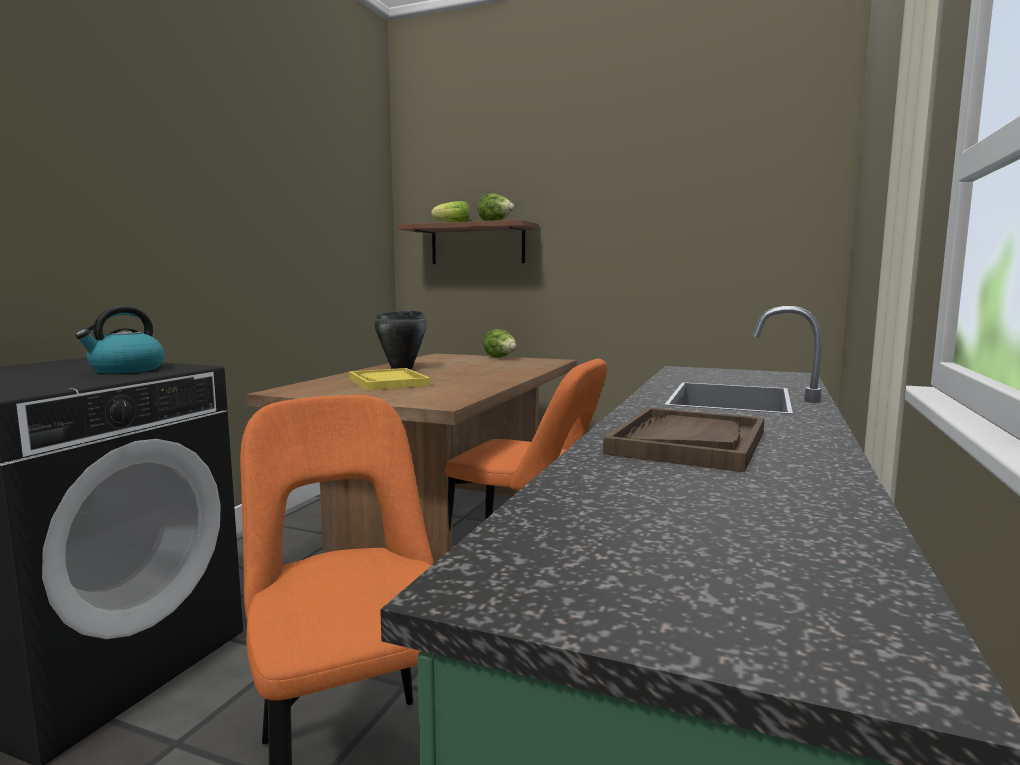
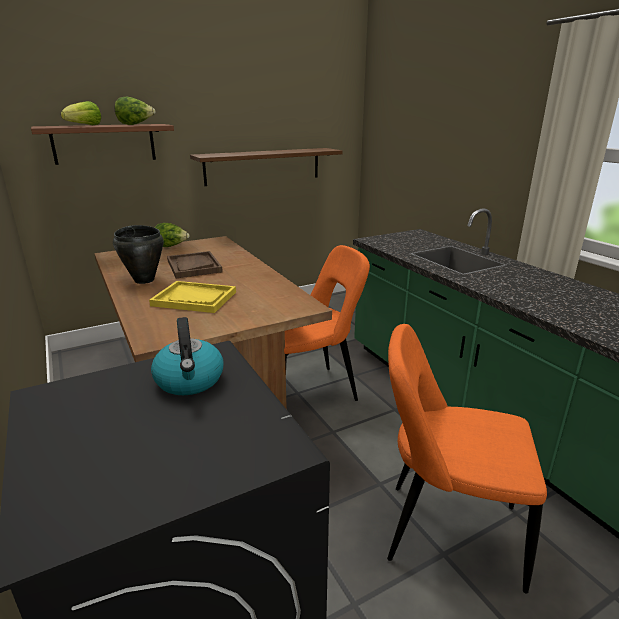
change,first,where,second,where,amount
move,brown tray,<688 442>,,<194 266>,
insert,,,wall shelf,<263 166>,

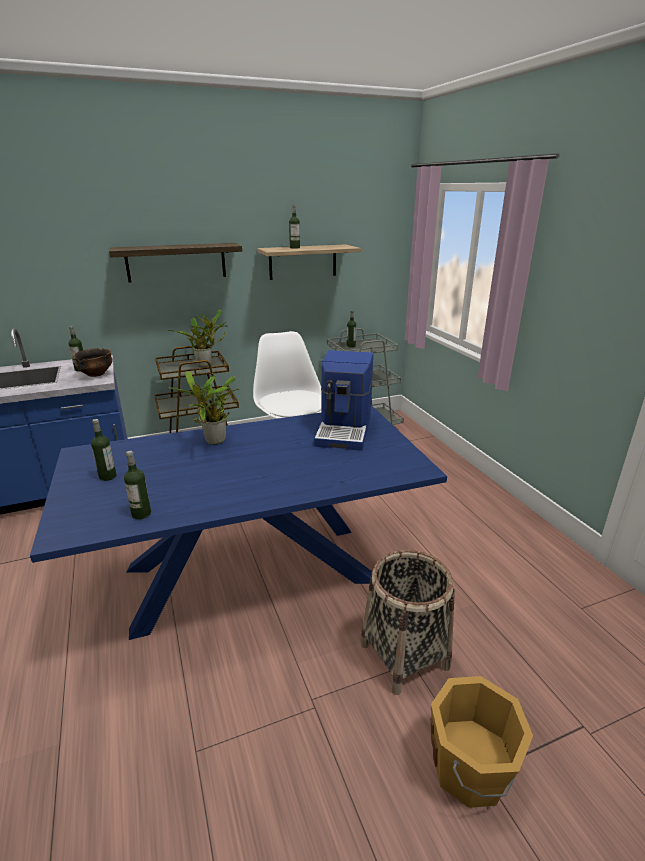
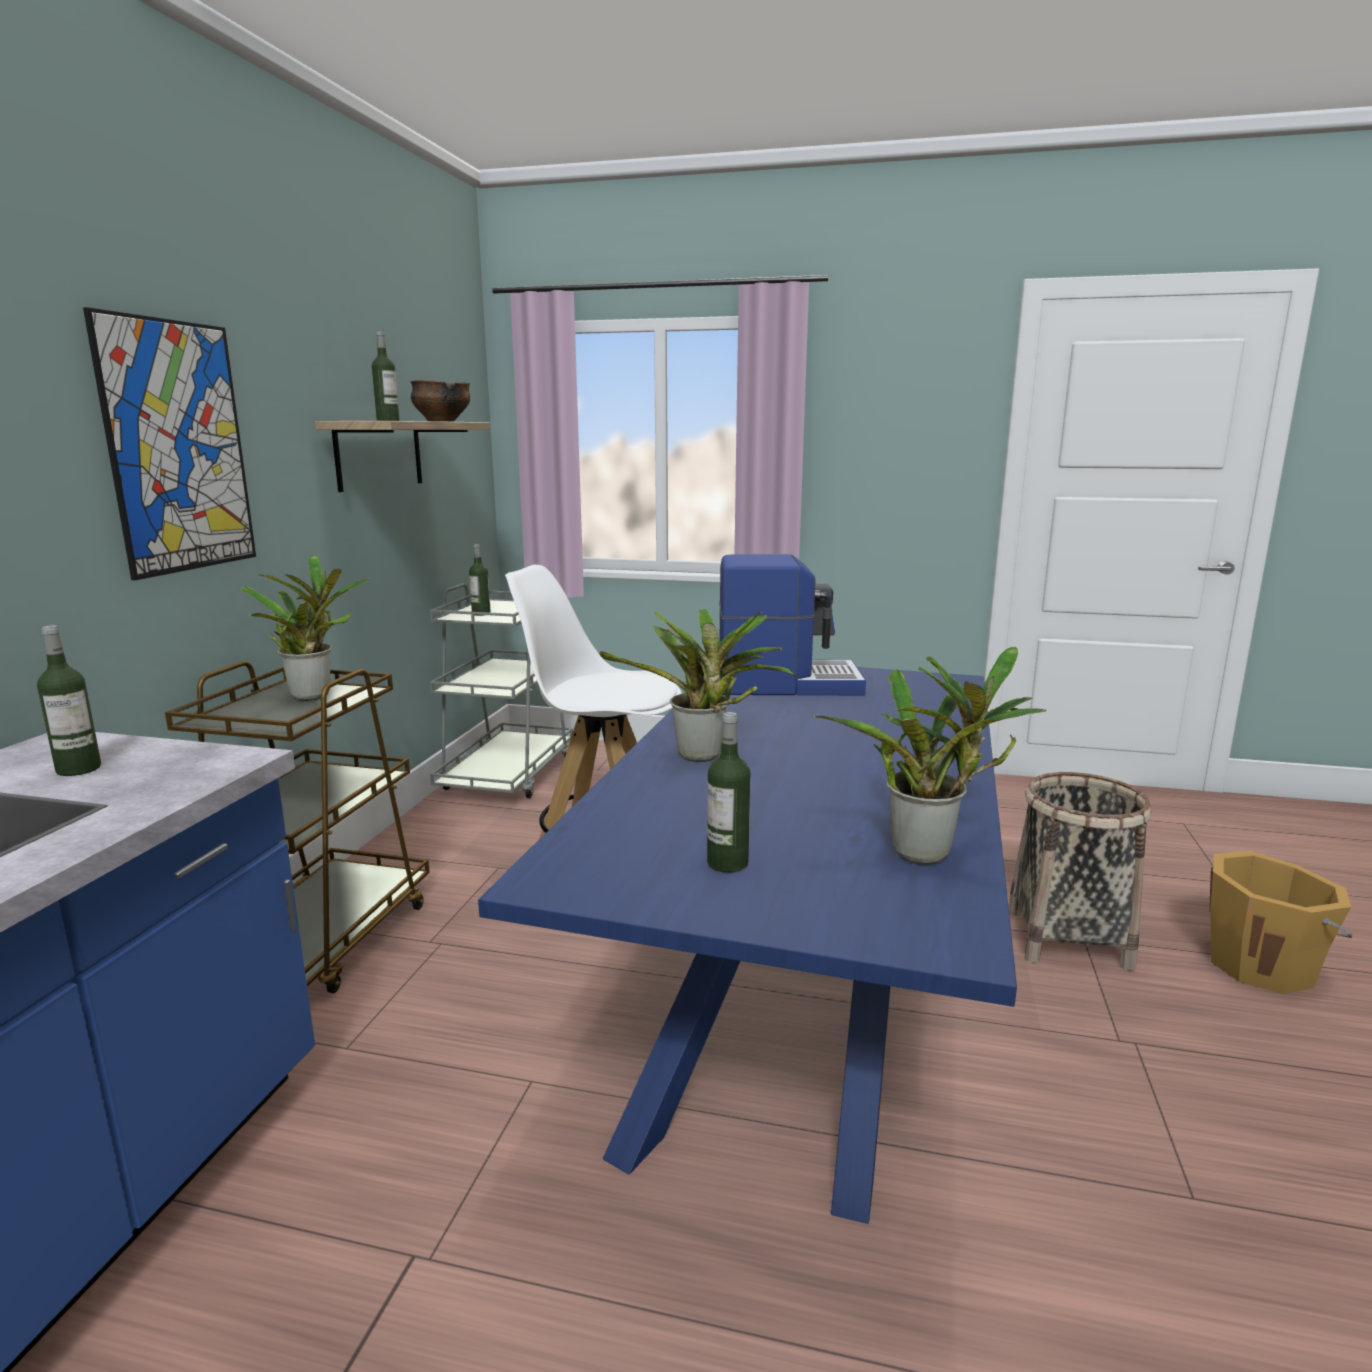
change,first,where,second,where,amount
replace,wall shelf,<176 262>,wall picture,<178 447>,
move,bowl,<96 374>,,<442 421>,
rotate,coffee maker,<345 430>,,<786 683>,45 degrees counterclockwise
replace,beverage bottle,<141 514>,plant in a pot,<929 853>,

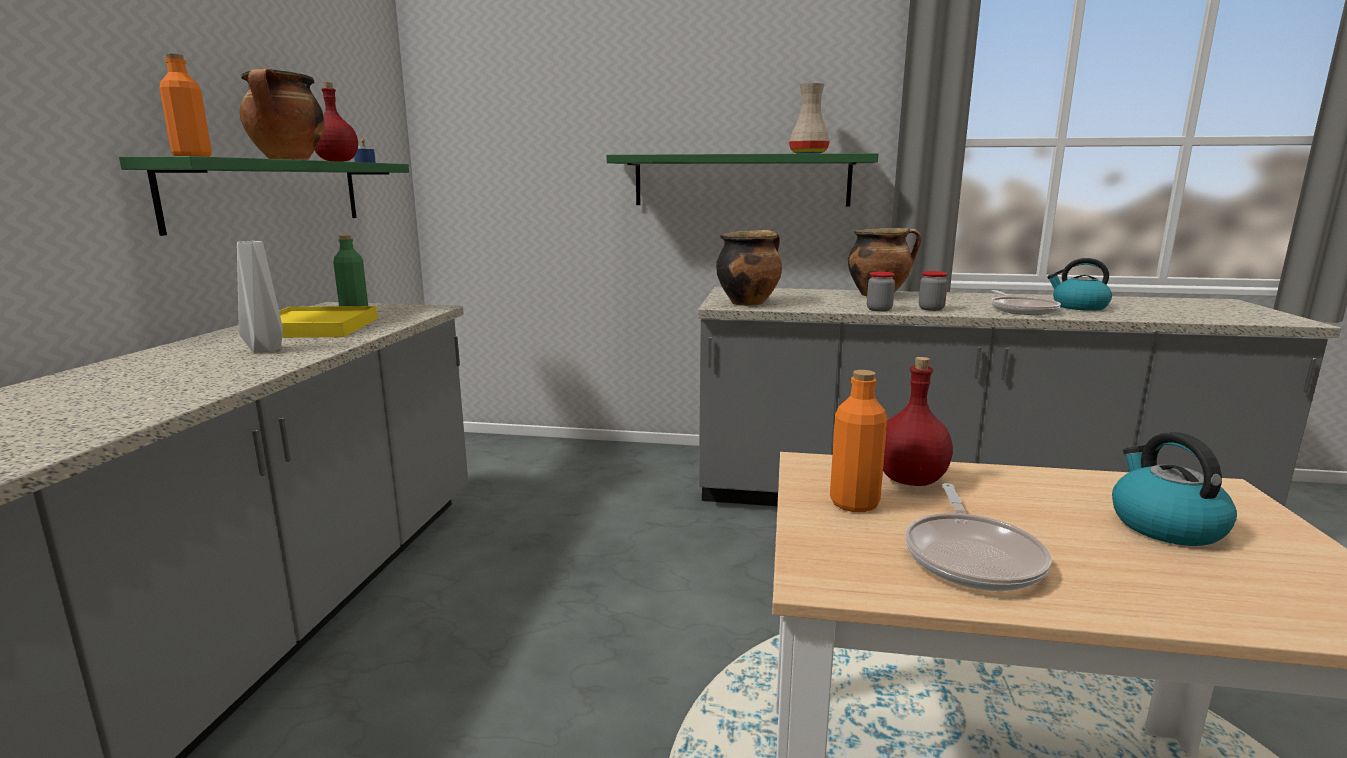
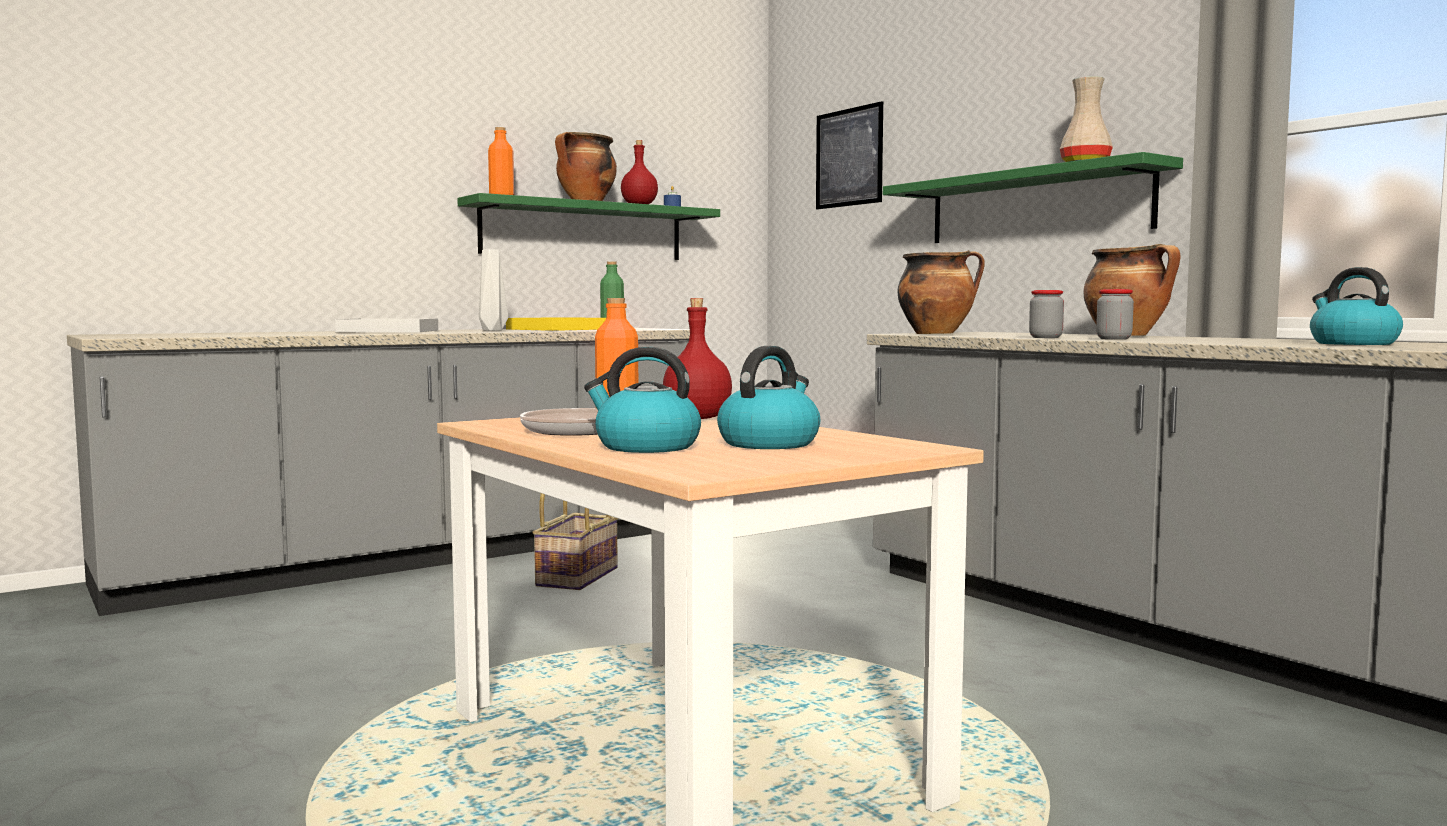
change,first,where,second,where,amount
delete,skillet,<1021 310>,,,
insert,,,wall picture,<849 157>,
insert,,,white-coloured tray,<389 331>,
insert,,,water kettle,<645 447>,
insert,,,basket,<576 577>,

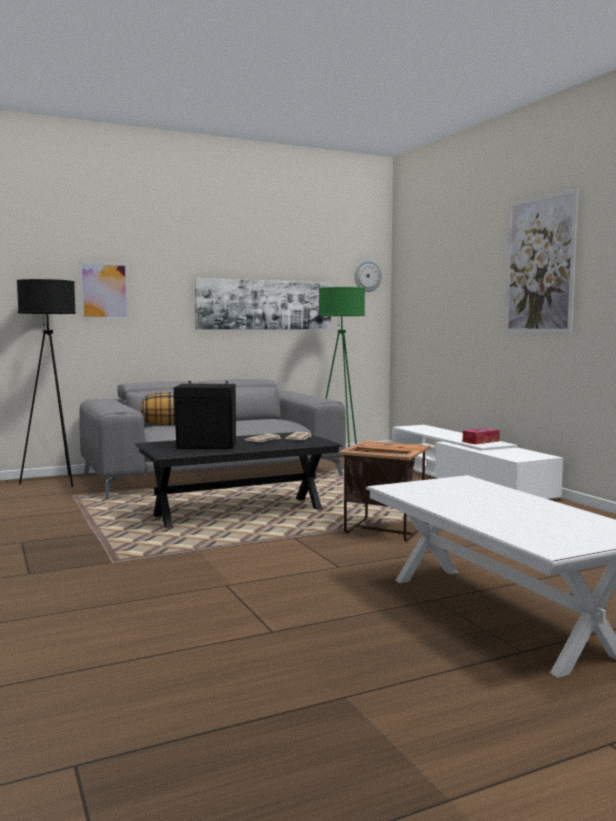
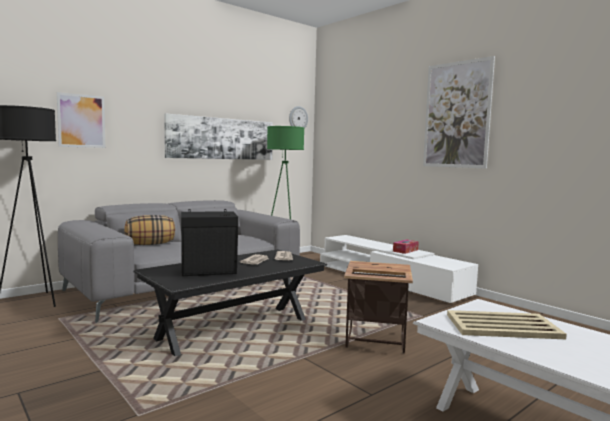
change,first,where,second,where,amount
insert,,,beige tray,<503 326>,

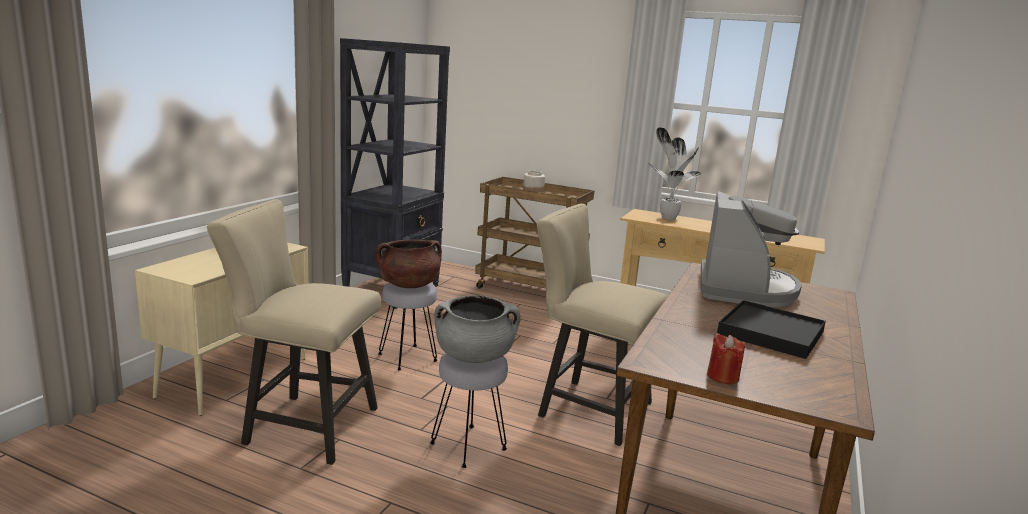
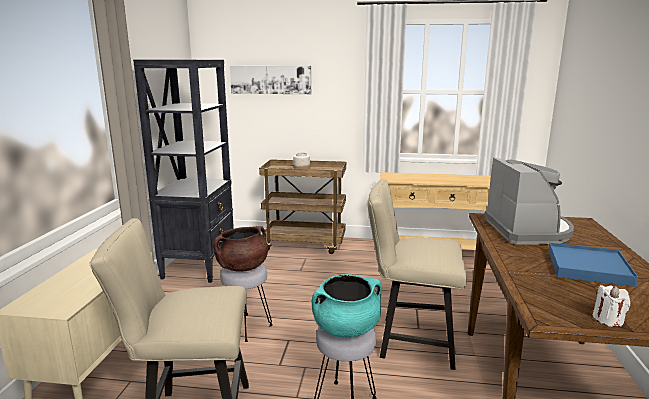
change,first,where,second,where,amount
delete,plant in a pot,<667 218>,,,
recolor,grey stockpot,<474 357>,turquoise-coloured stockpot,<346 329>,
recolor,blackish tray,<770 333>,blue-coloured tray,<588 267>,
recolor,red-coloured wax candle,<722 377>,white-coloured wax candle,<608 320>,
insert,,,wall picture,<271 79>,

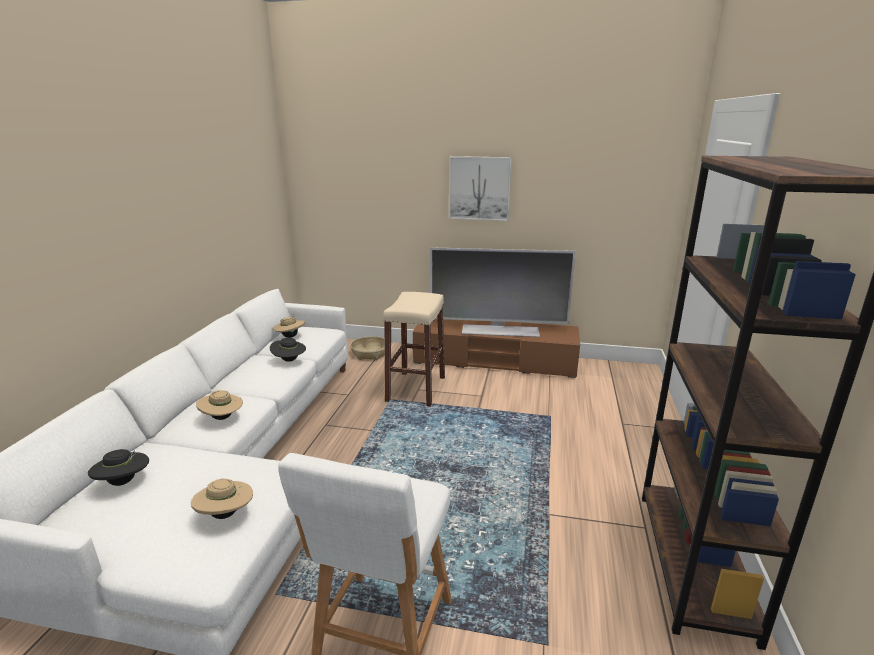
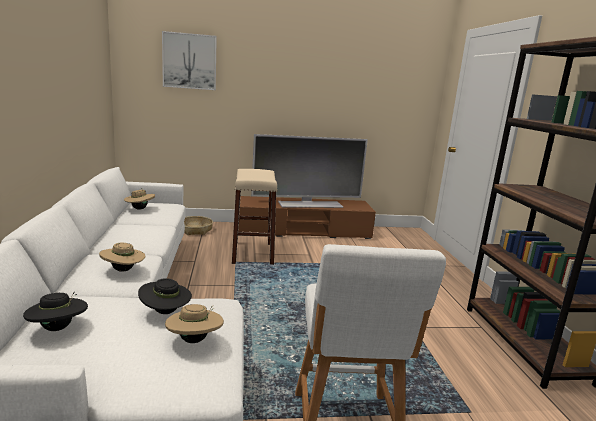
change,first,where,second,where,amount
move,wall picture,<479 188>,,<189 61>,
move,blackish hat,<289 360>,,<165 312>,

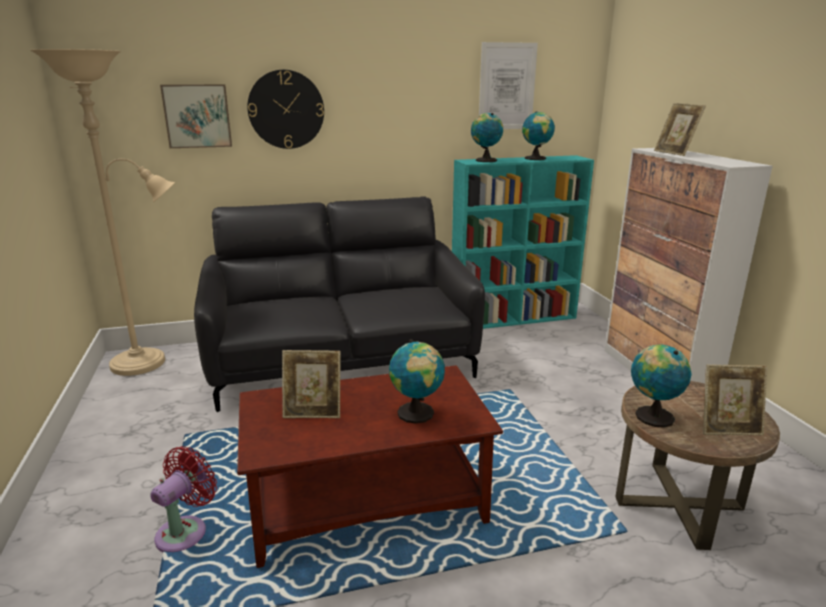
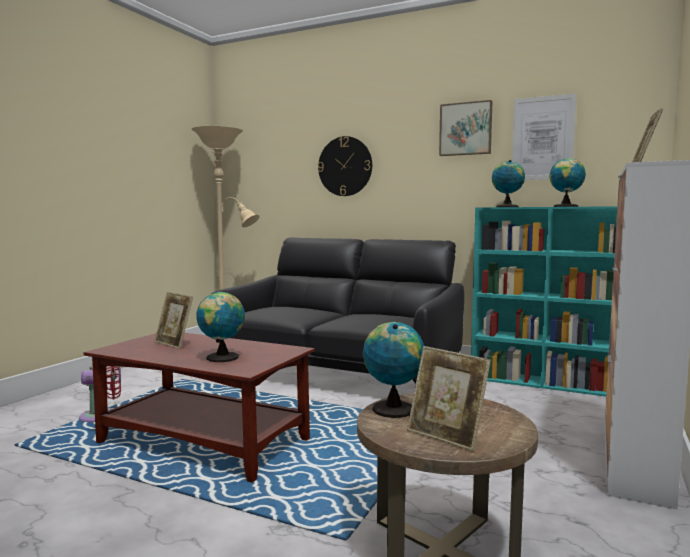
change,first,where,second,where,amount
move,wall picture,<197 116>,,<465 129>,

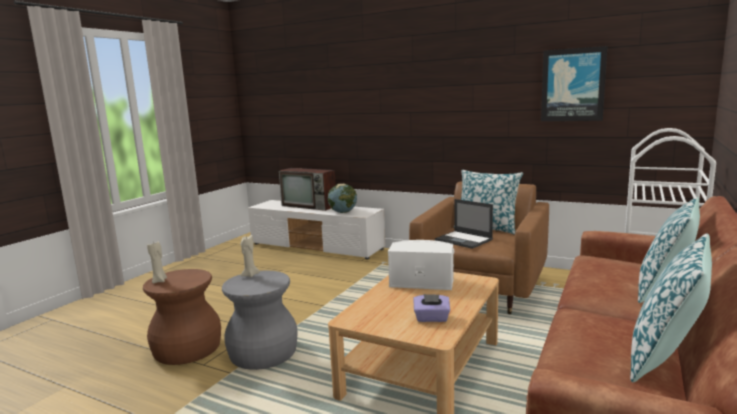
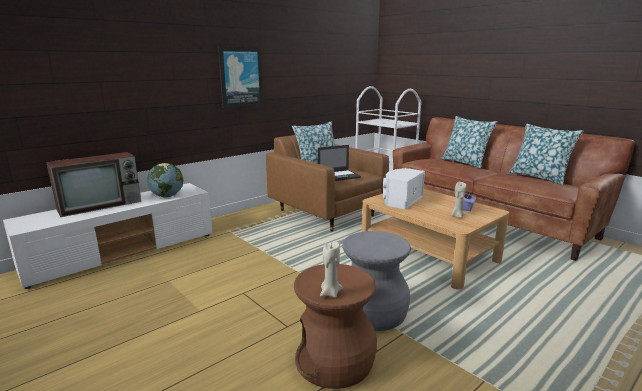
change,first,where,second,where,amount
move,wall picture,<573 85>,,<241 77>,
move,beige wax candle,<250 275>,,<456 216>,

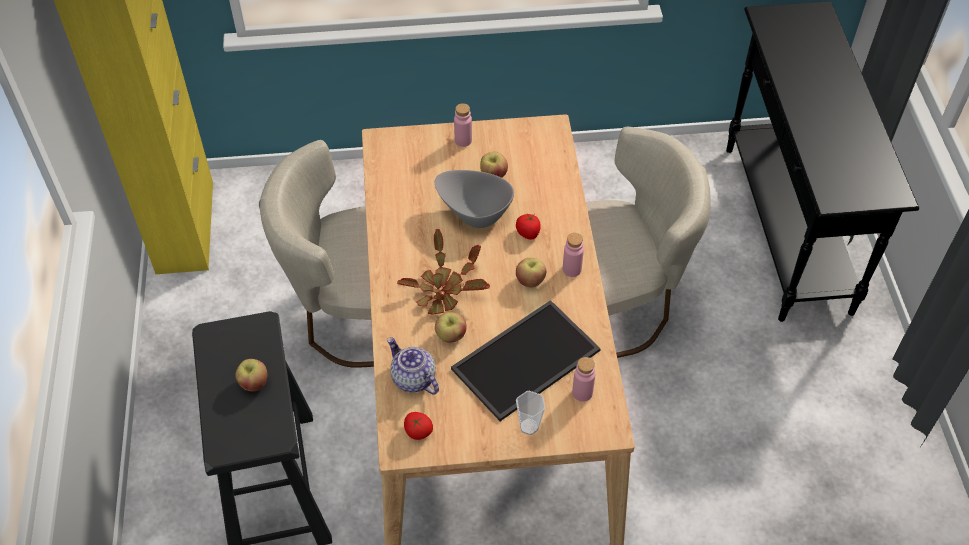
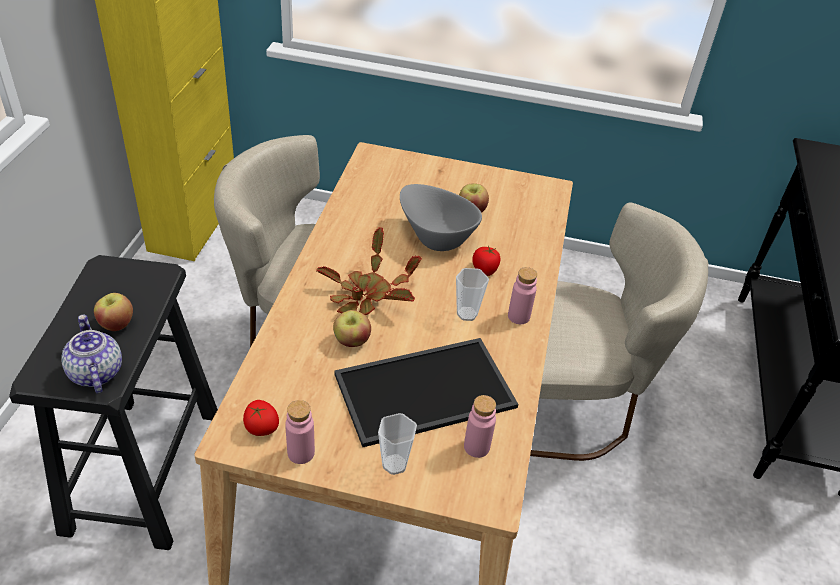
change,first,where,second,where,amount
move,pink-coloured beverage bottle,<463 140>,,<301 453>,
replace,apple,<530 280>,cup,<467 314>,
move,teapot,<412 378>,,<95 372>,

